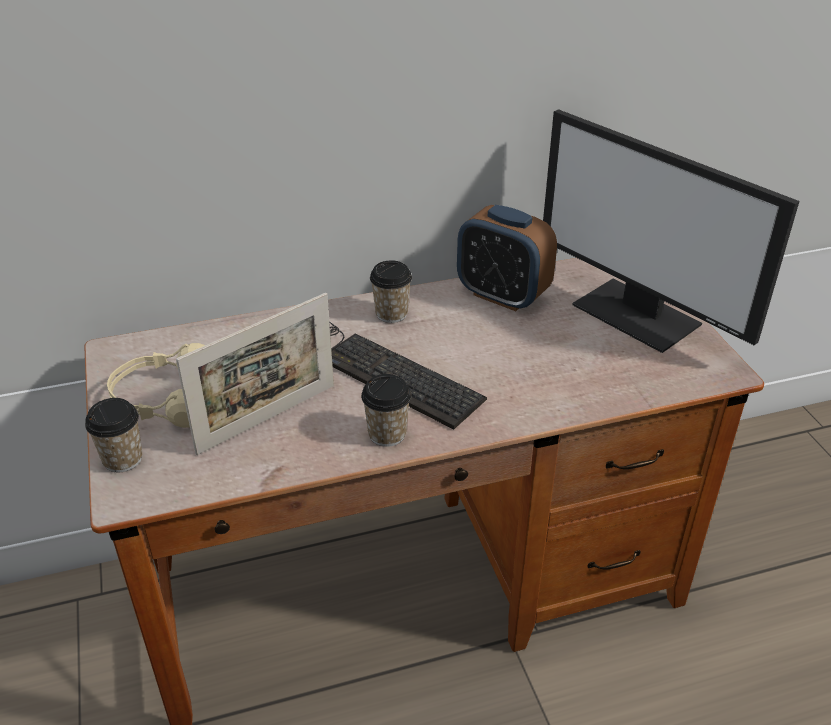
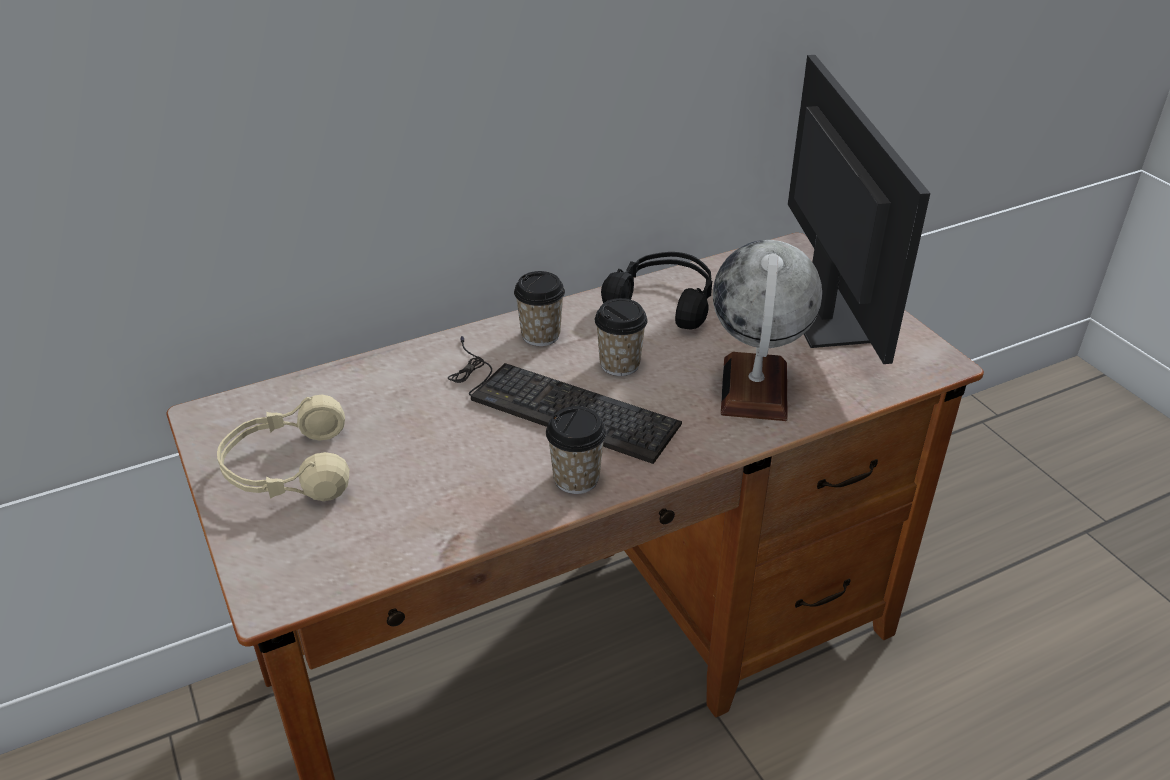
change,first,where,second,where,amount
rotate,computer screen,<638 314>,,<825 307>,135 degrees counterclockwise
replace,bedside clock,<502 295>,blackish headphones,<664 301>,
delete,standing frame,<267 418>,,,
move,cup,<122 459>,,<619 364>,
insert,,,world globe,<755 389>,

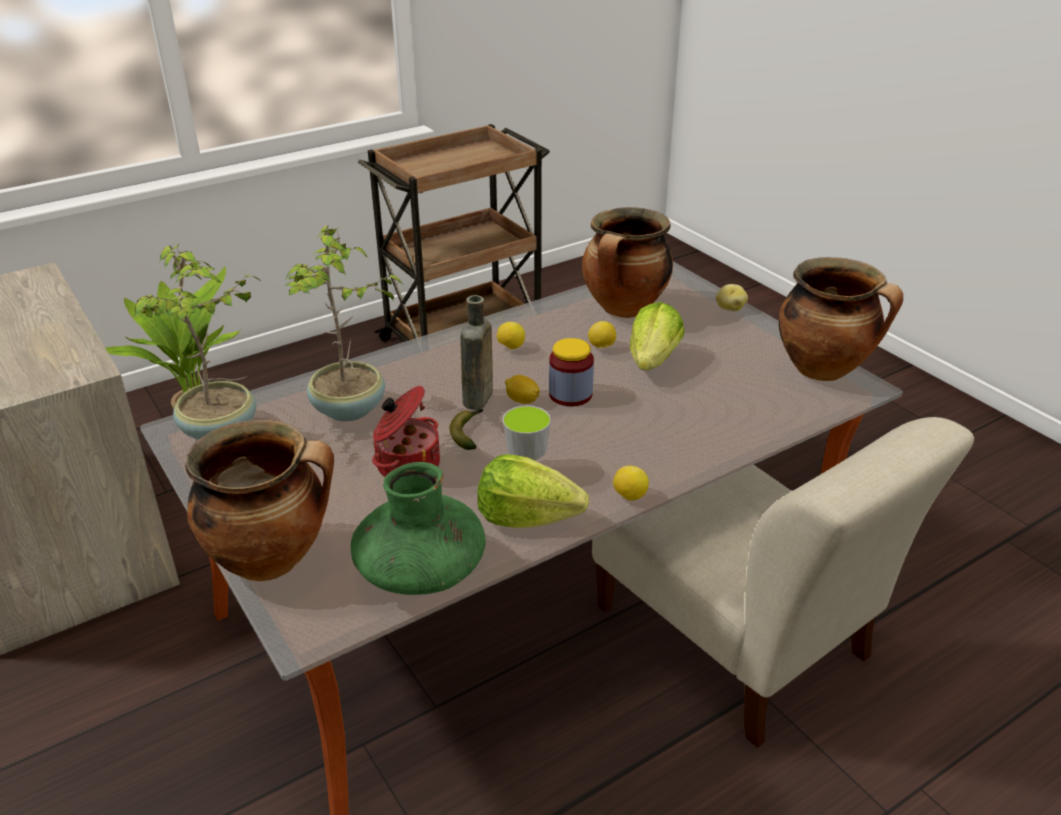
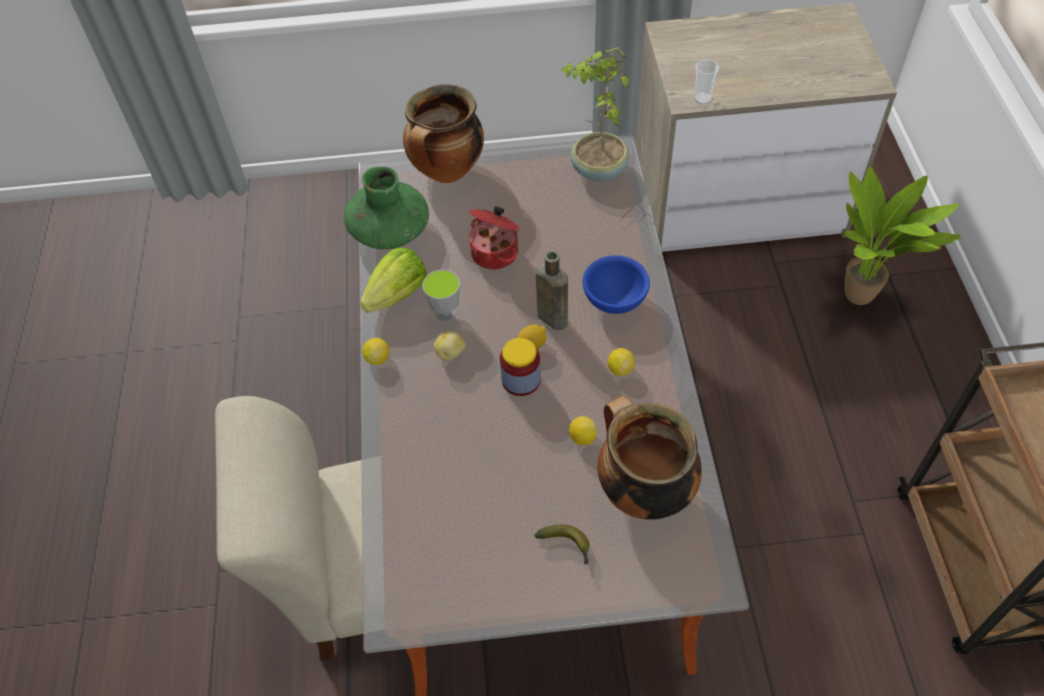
change,first,where,second,where,amount
delete,plant in a pot,<349 410>,,,
delete,stockpot,<825 369>,,,
move,whole potato,<729 308>,,<451 353>,
delete,head of lettuce,<653 361>,,,
move,banana fruit,<468 433>,,<567 545>,
insert,,,cup,<702 99>,
insert,,,blue-coloured bowl,<616 300>,

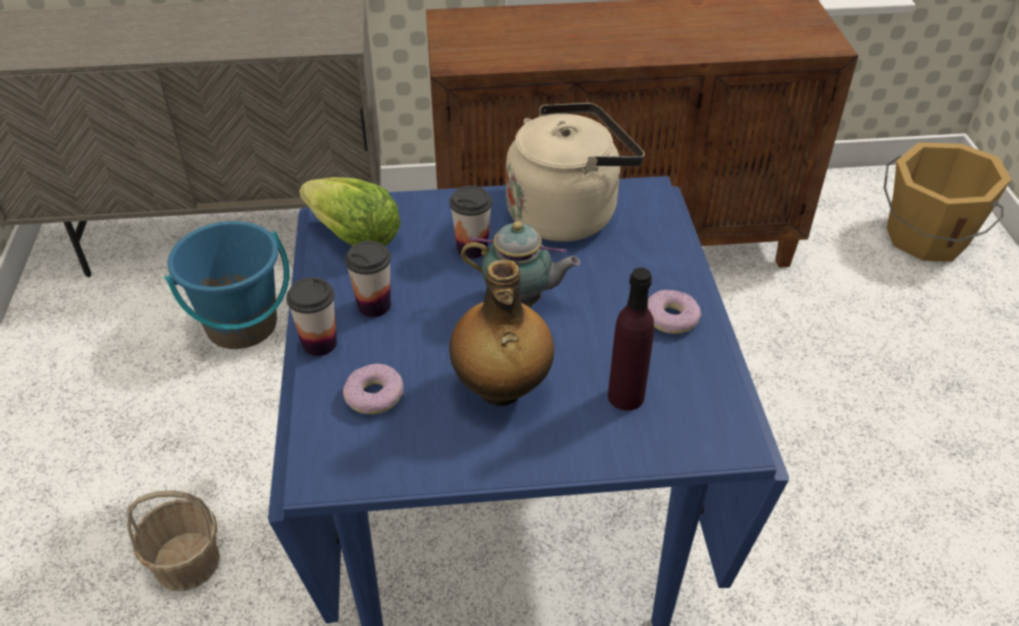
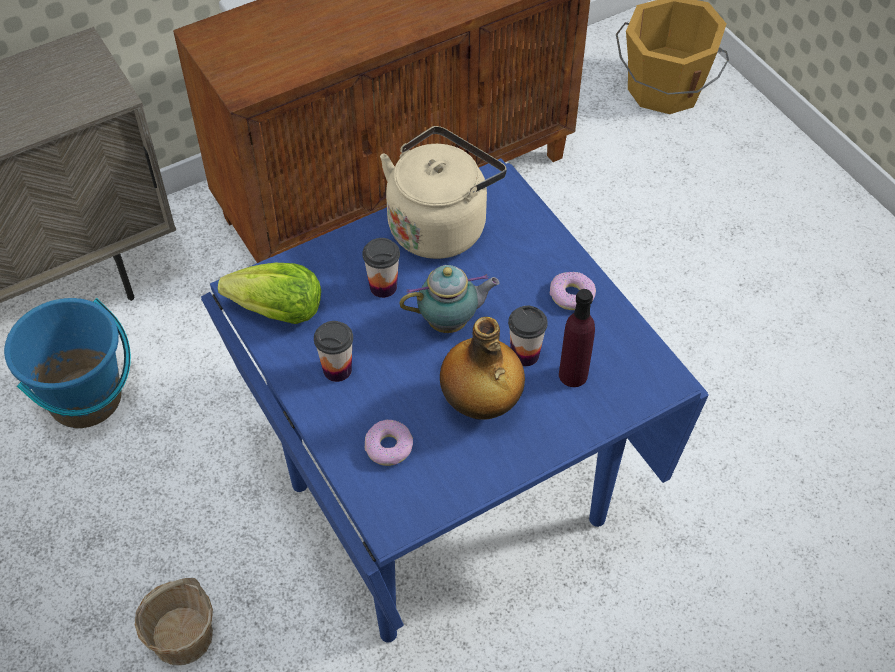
change,first,where,second,where,amount
move,cup,<319 343>,,<525 354>,

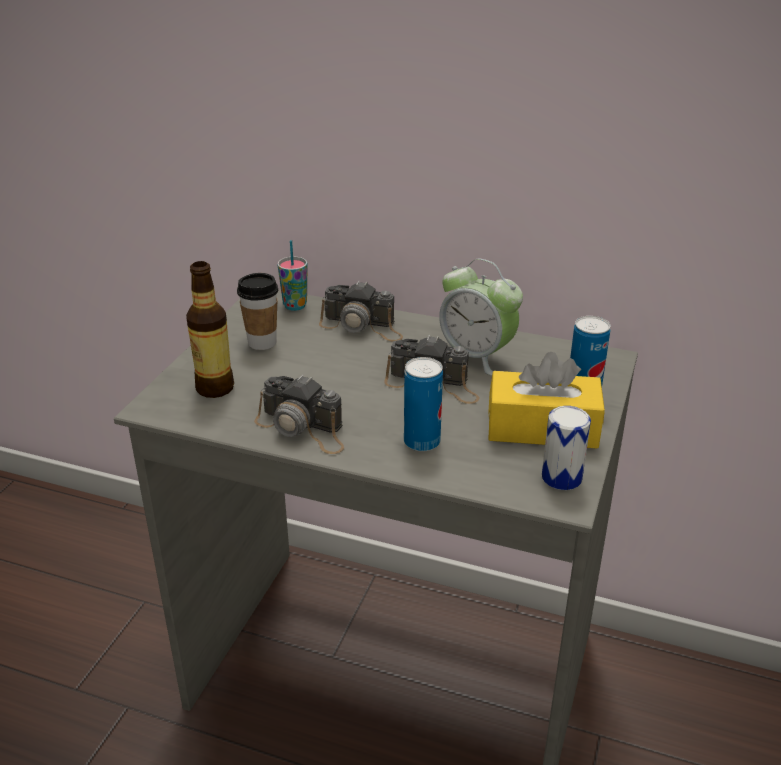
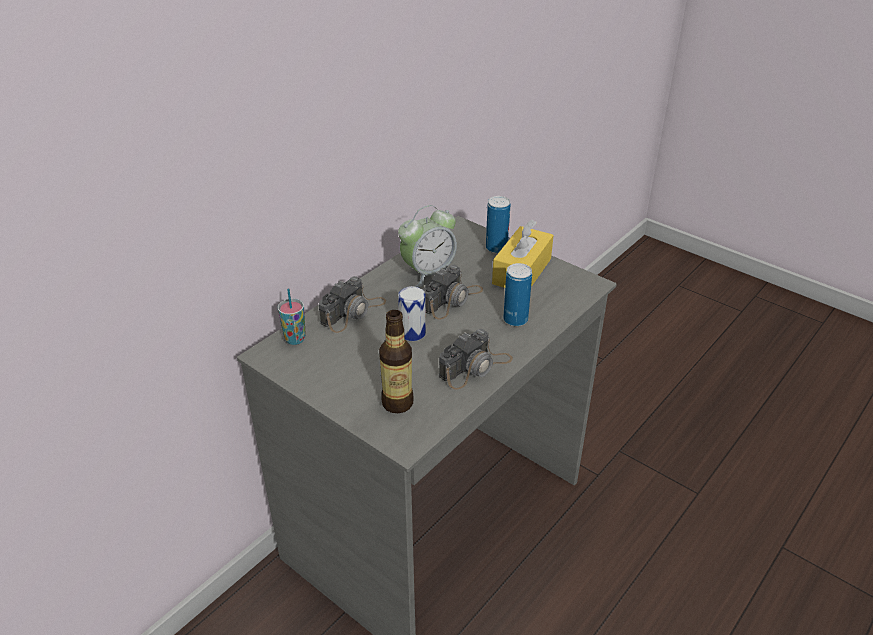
change,first,where,second,where,amount
delete,cup,<262 343>,,,
move,metal can,<561 477>,,<412 333>,

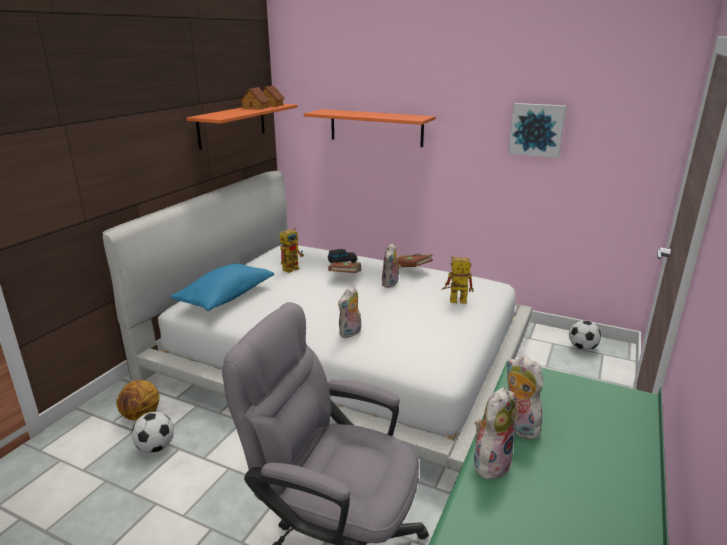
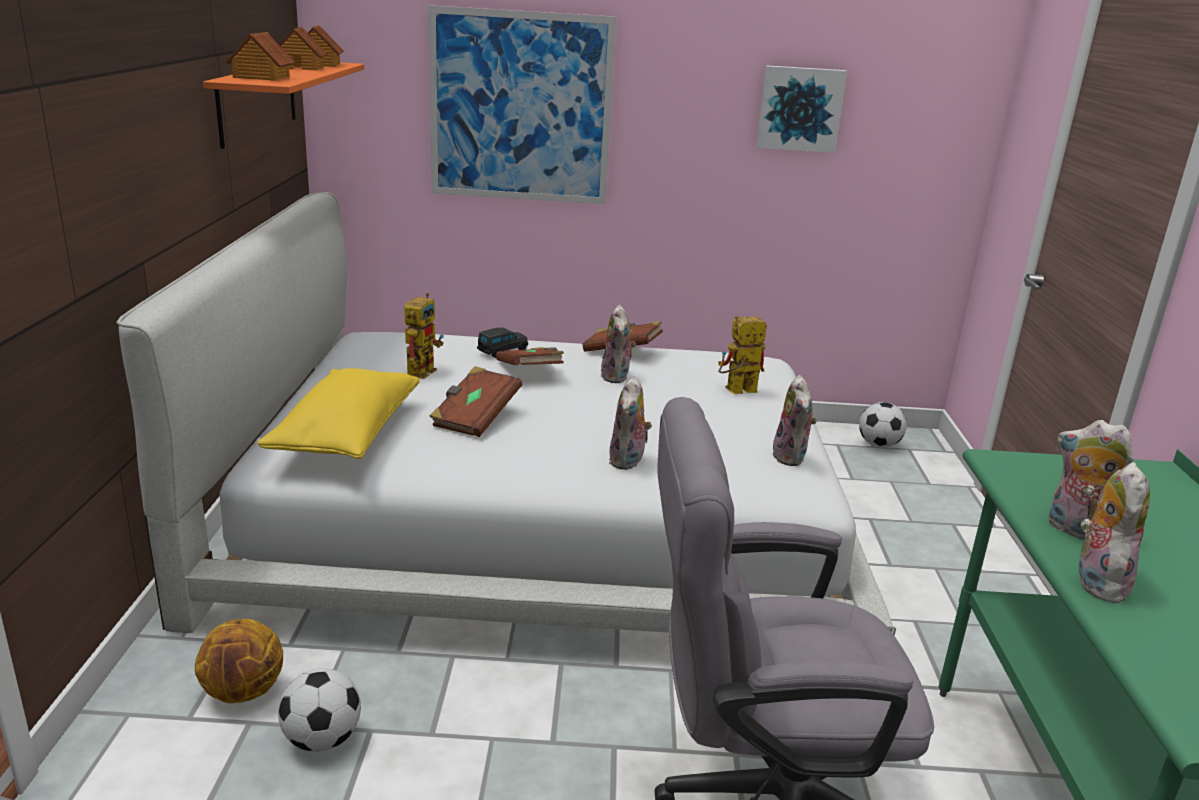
change,first,where,second,where,amount
replace,orange wall shelf,<376 127>,wall picture,<520 108>,
recolor,blue-coloured cushion,<226 297>,yellow-coloured cushion,<346 435>,
insert,,,toy house,<261 77>,
insert,,,brown book,<475 418>,
insert,,,plush toy,<792 457>,

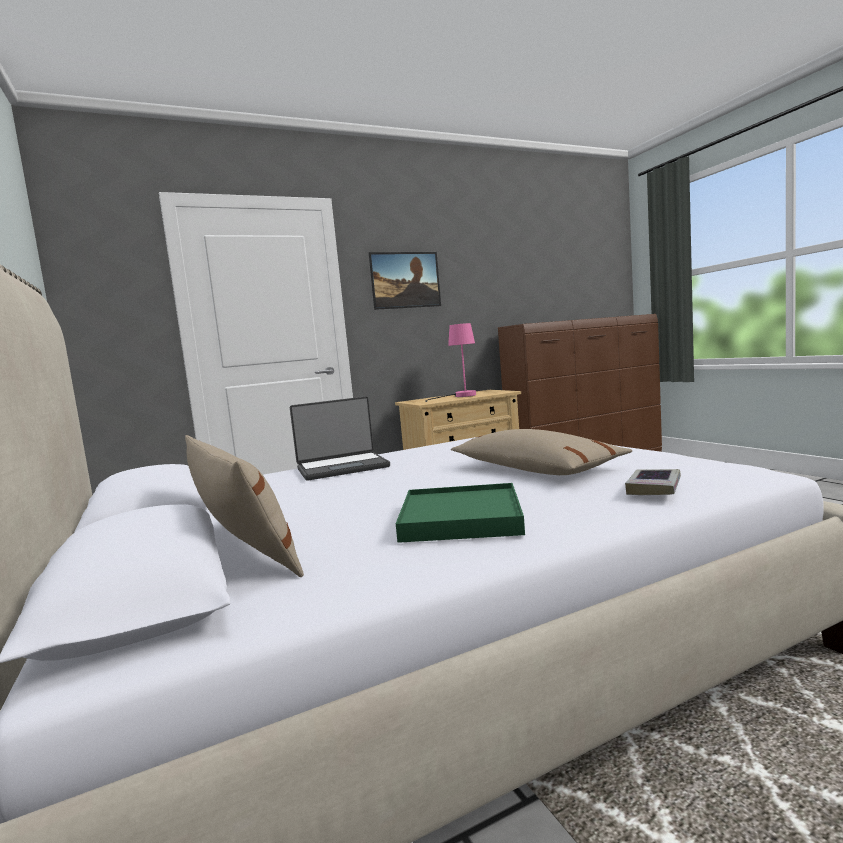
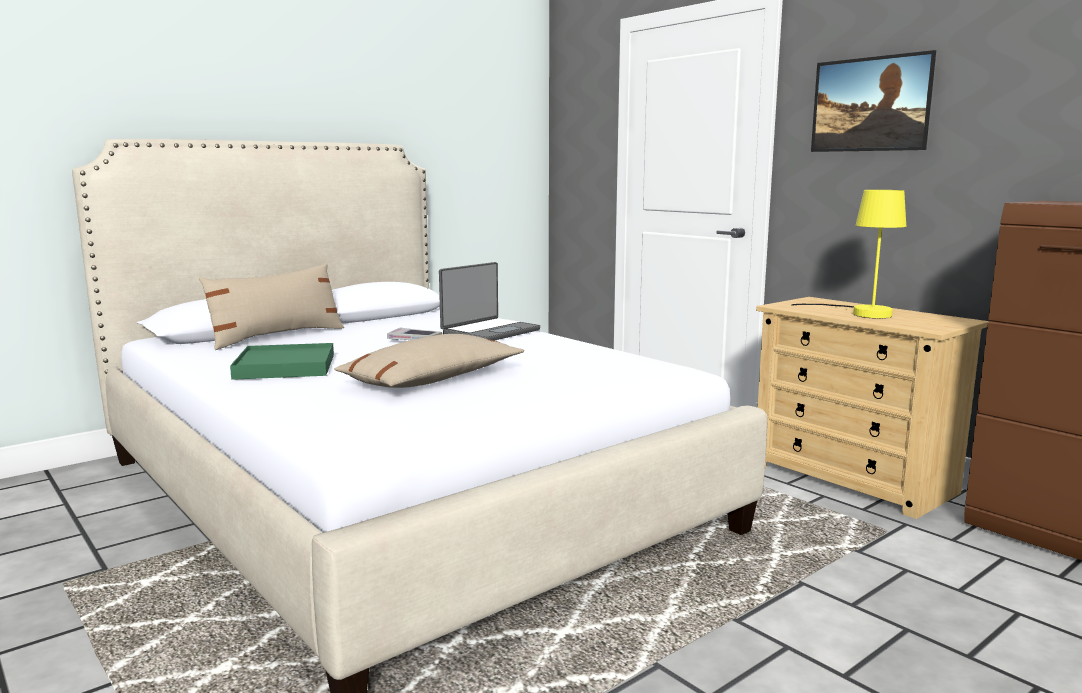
change,first,where,second,where,amount
recolor,pink-coloured table lamp,<459 396>,yellow-coloured table lamp,<861 313>,
rotate,laptop,<342 467>,,<489 332>,105 degrees counterclockwise
move,book,<654 487>,,<414 340>,

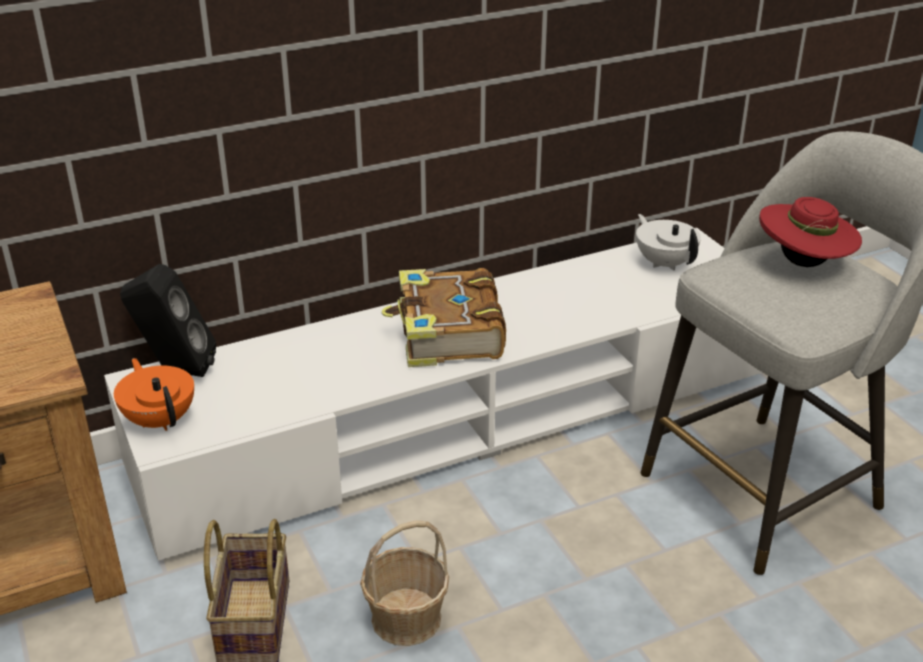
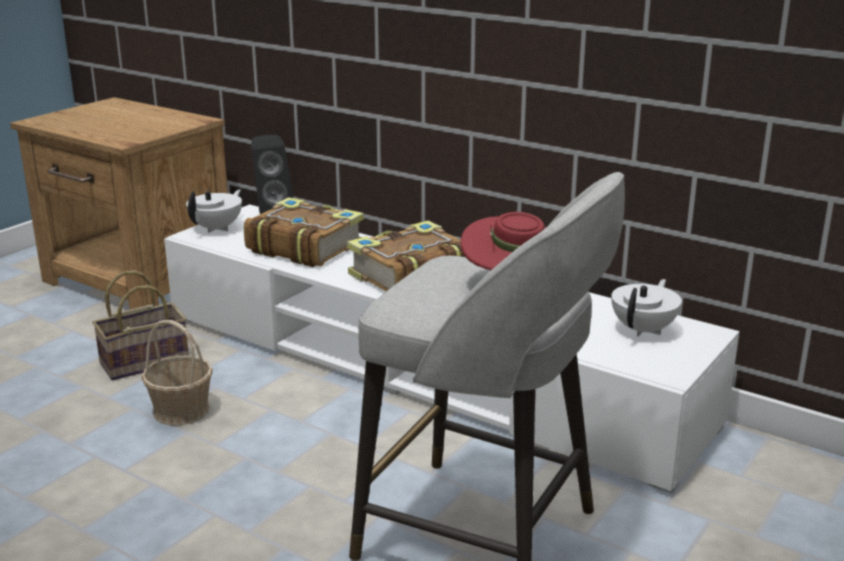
change,first,where,second,where,amount
recolor,orange teapot,<160 419>,white-coloured teapot,<217 228>,
insert,,,book,<304 247>,

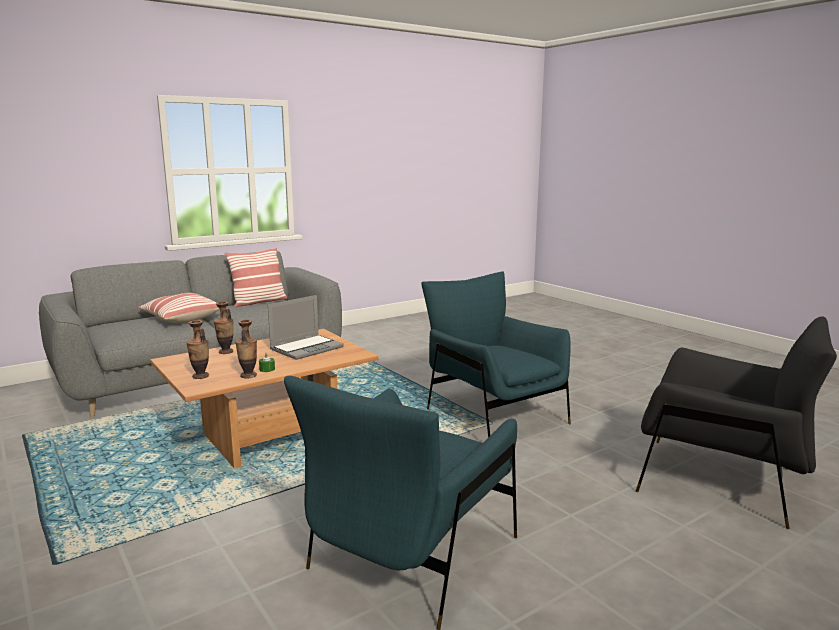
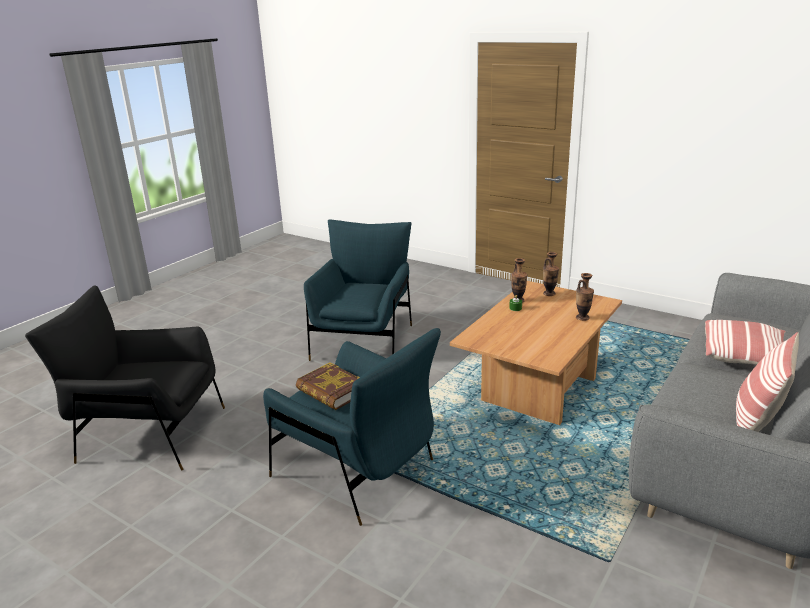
change,first,where,second,where,amount
delete,laptop,<307 348>,,,
insert,,,book,<332 391>,

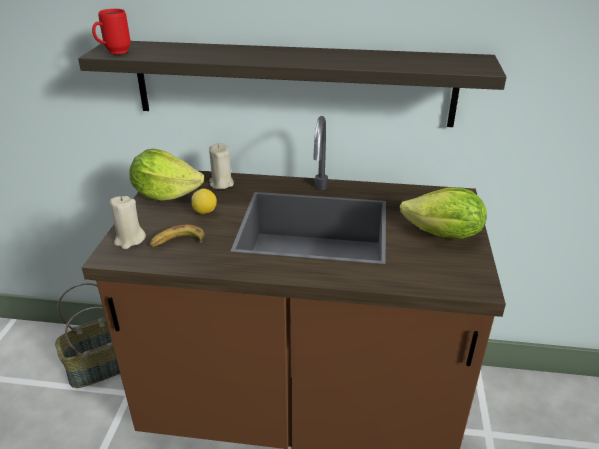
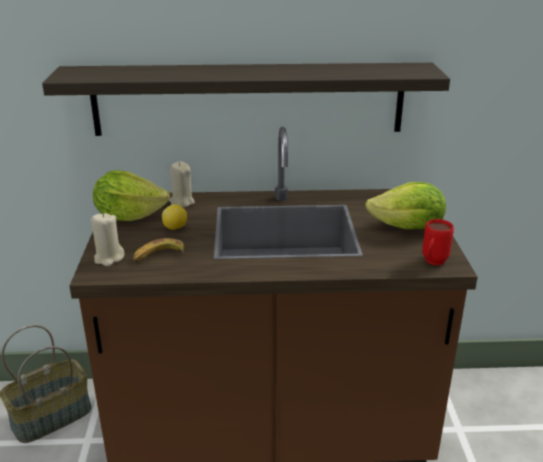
change,first,where,second,where,amount
move,red-coloured tea mug,<114 53>,,<432 263>,

